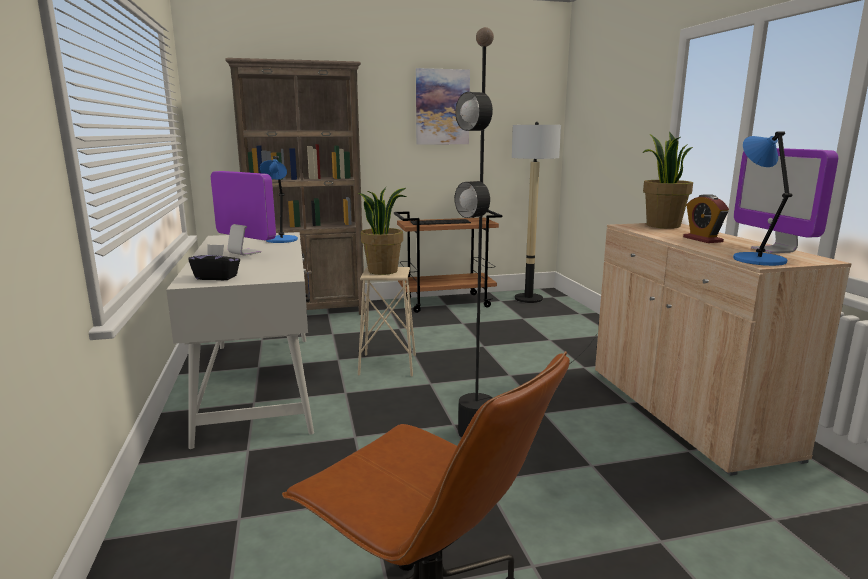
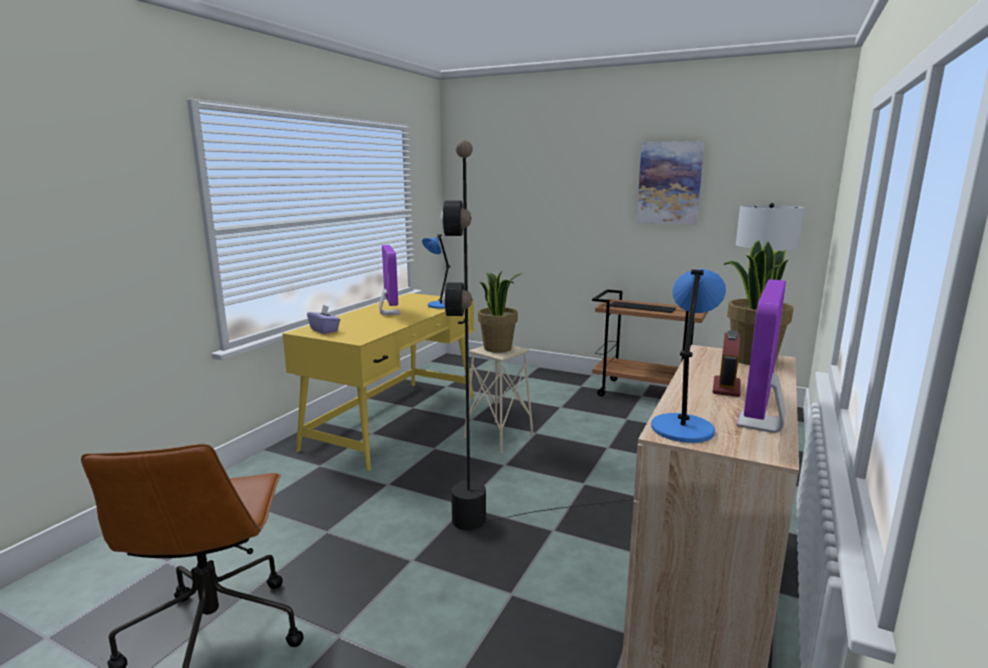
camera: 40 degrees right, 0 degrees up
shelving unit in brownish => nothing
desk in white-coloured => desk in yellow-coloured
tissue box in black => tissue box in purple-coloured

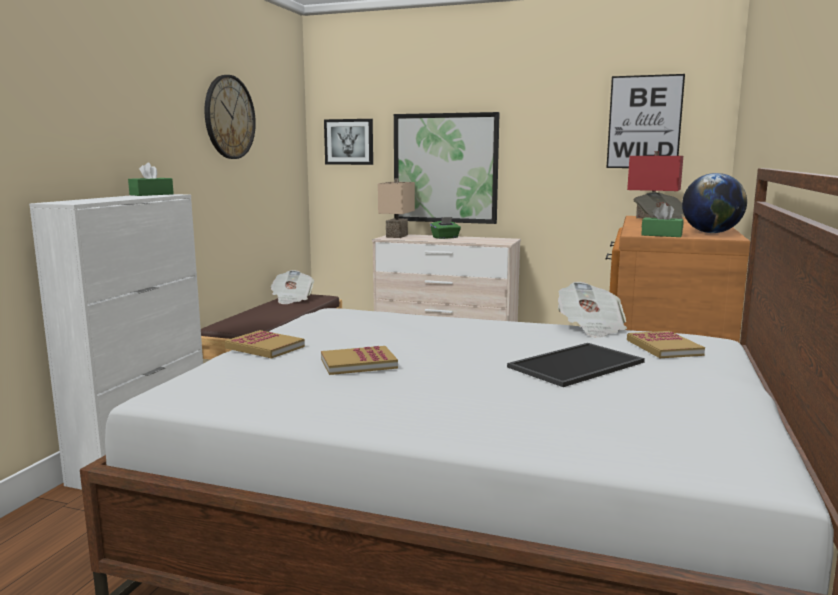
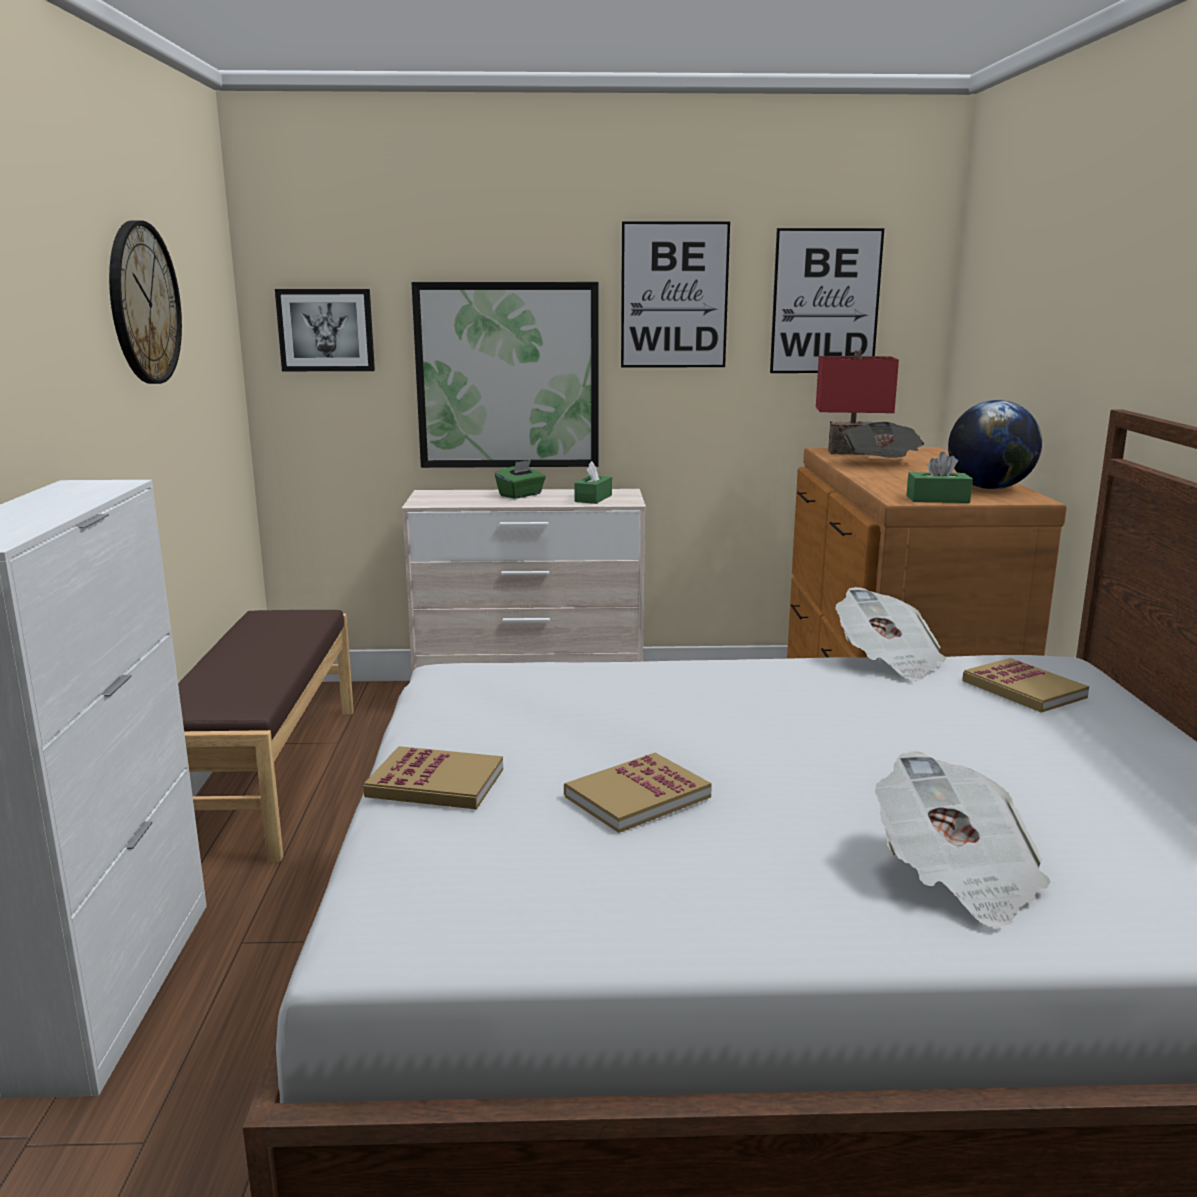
camera: 20 degrees left, 5 degrees up
tissue box in greenish (no. 1 from left in the first image) => tissue box in greenish (no. 2 from left), relocated
table lamp in beige => nothing
newspaper (no. 1 from left in the first image) => newspaper (no. 3 from left), relocated
serving tray => nothing
nothing => wall art (no. 3 from left)

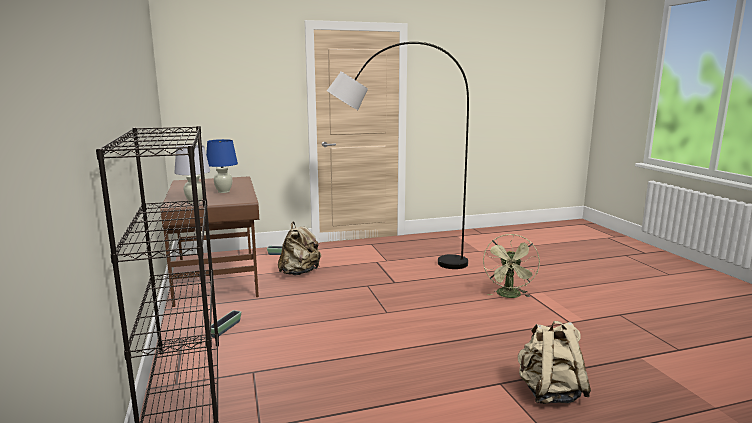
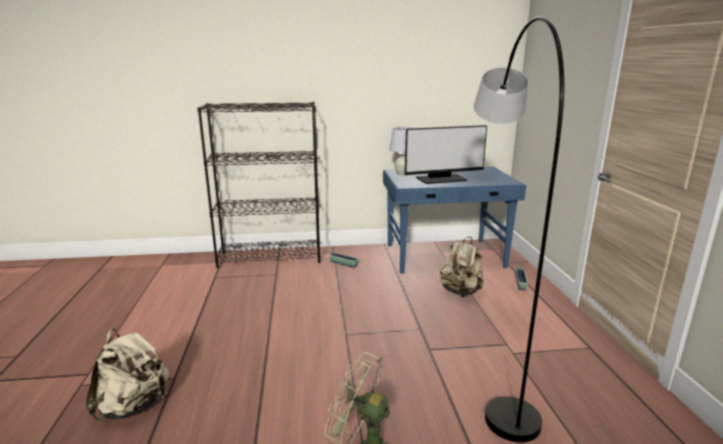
camera: 100 degrees right, 5 degrees up
table lamp in blue => computer screen
desk in brownish => desk in blue

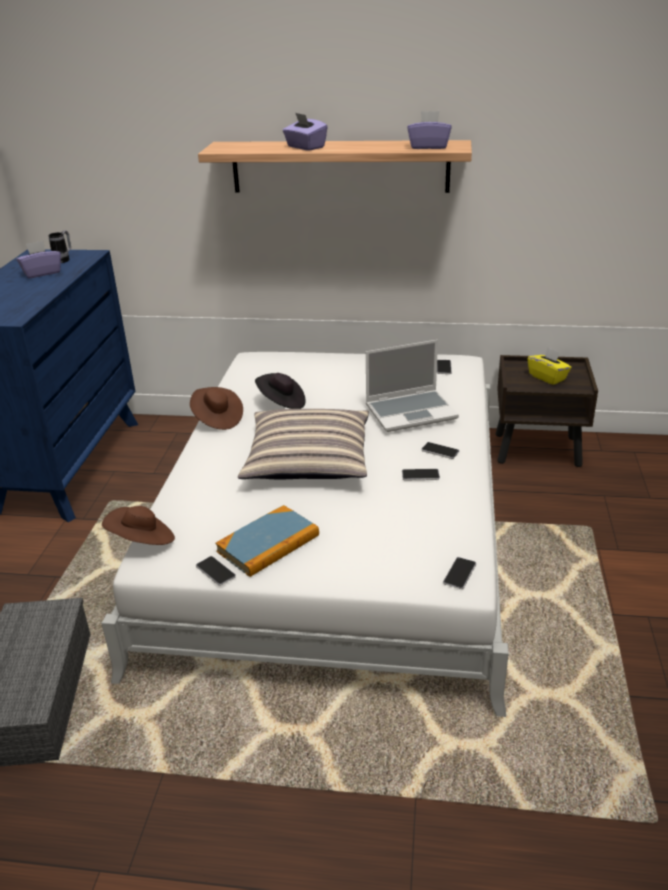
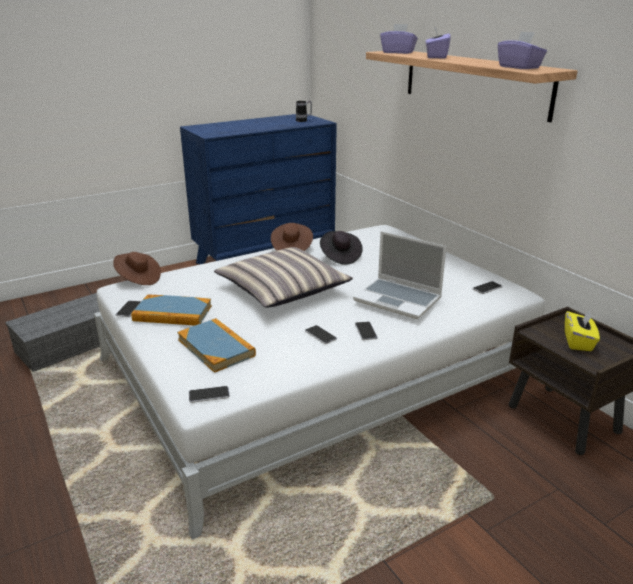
camera: 50 degrees right, 5 degrees down
tissue box in purple-coloured (no. 1 from left), relocated
nothing => book (no. 2 from left)

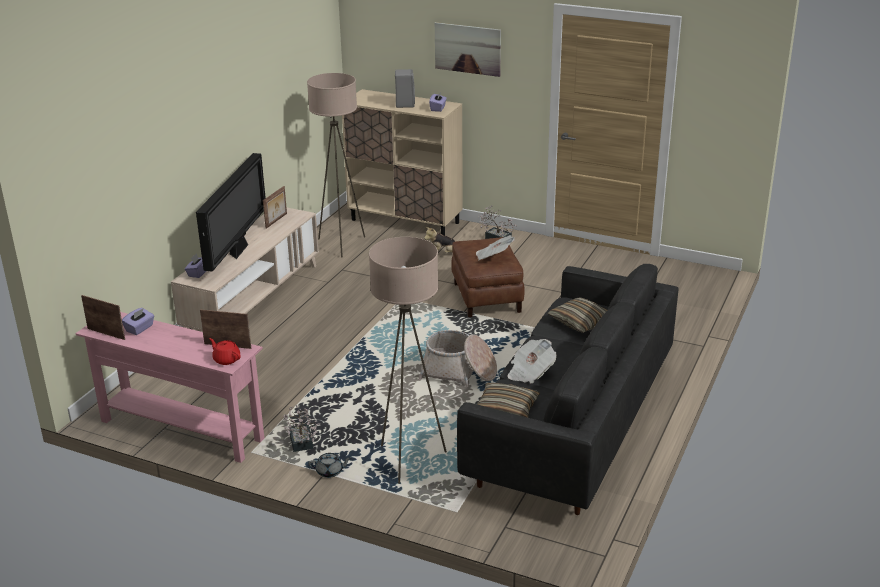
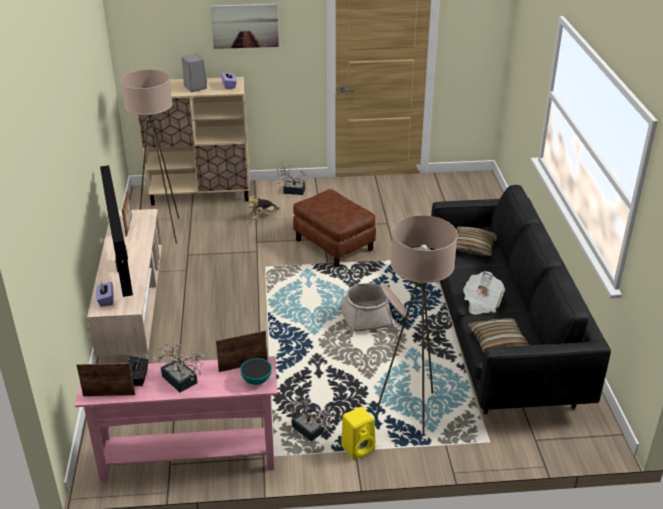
camera: 30 degrees left, 5 degrees up
newspaper (no. 1 from left) => nothing
tissue box in purple-coloured (no. 1 from left) => tissue box in black
teapot in reddish => deep dish
teapot in greyish => loudspeaker in yellow-coloured
nothing => plant in a pot (no. 1 from left)

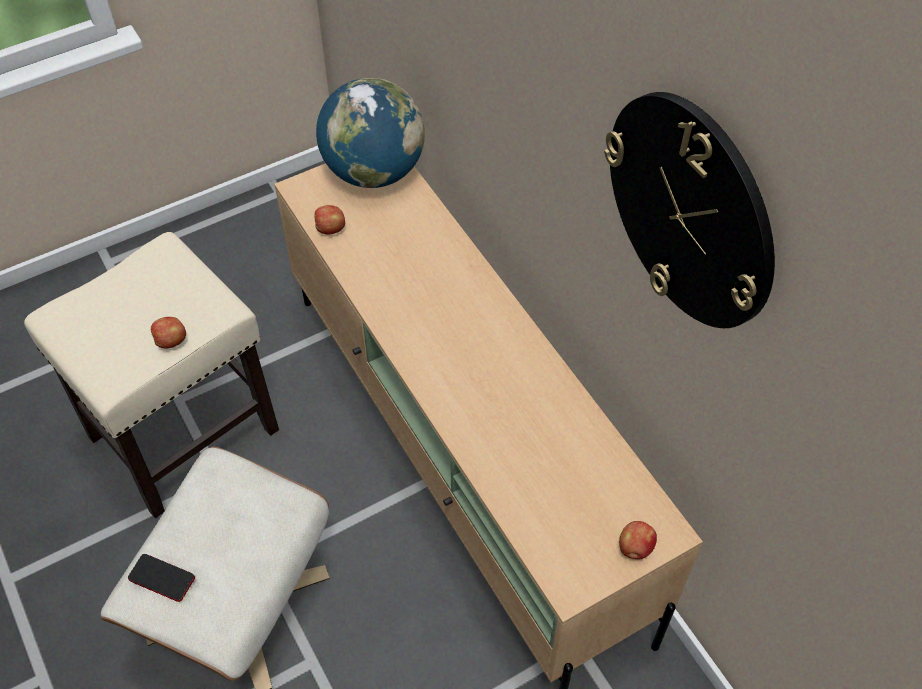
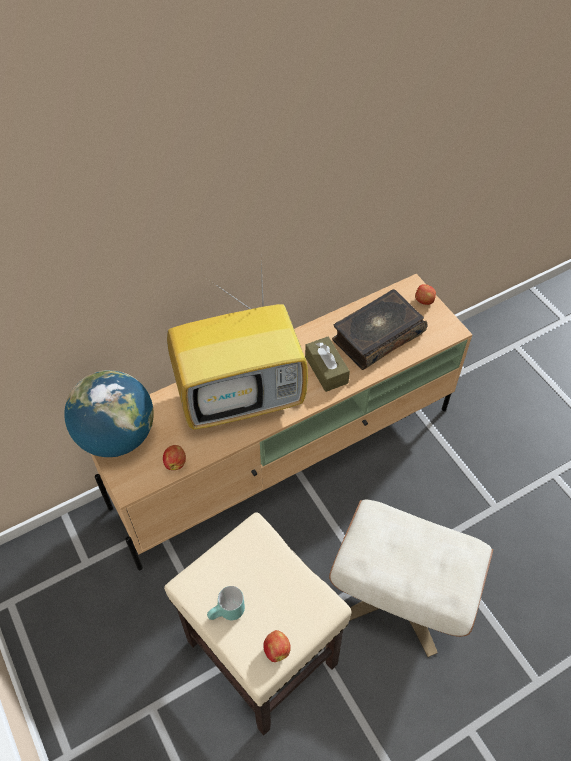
camera: 90 degrees left, 0 degrees up
wall clock => nothing
apple (no. 1 from left in the first image) => apple (no. 2 from left), relocated
handset => nothing
nothing => TV
nothing => book
nothing => tissue box in brownish
nothing => coffee mug in turquoise-coloured

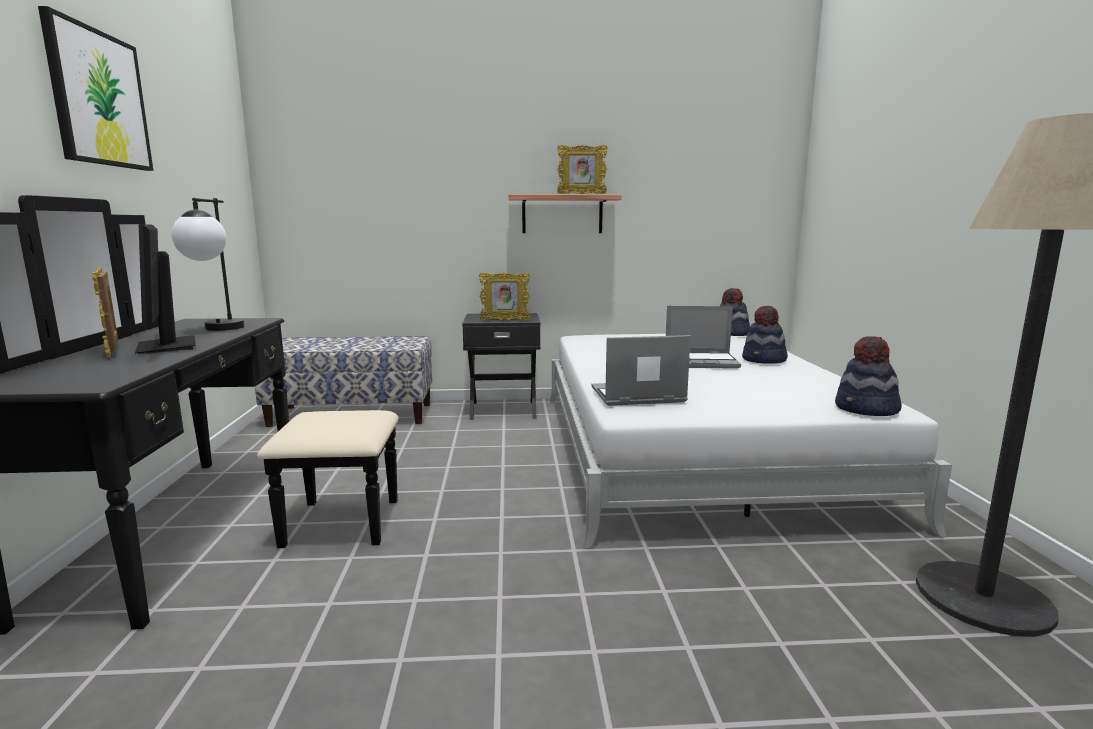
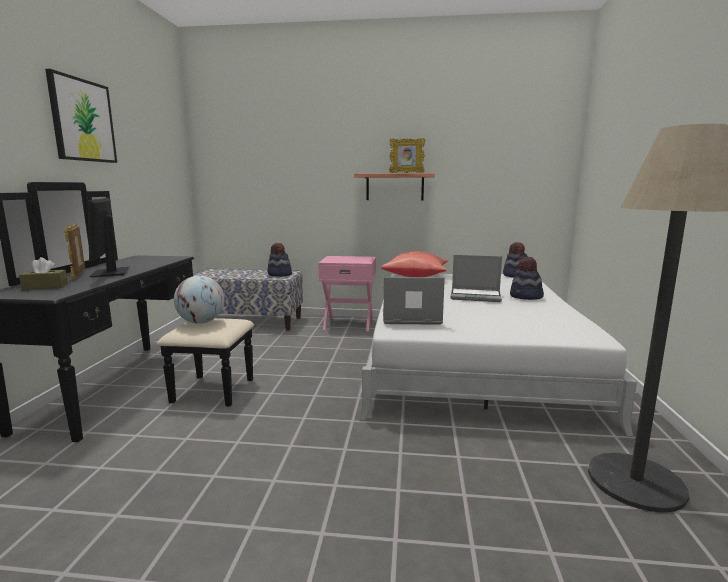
camera: 10 degrees right, 0 degrees up
table lamp => nothing
photo frame (no. 2 from left) => nothing
night table in black => night table in pink-coloured
hat (no. 3 from left in the first image) => hat (no. 1 from left), relocated
nothing => cushion in reddish
nothing => tissue box in brownish
nothing => globe

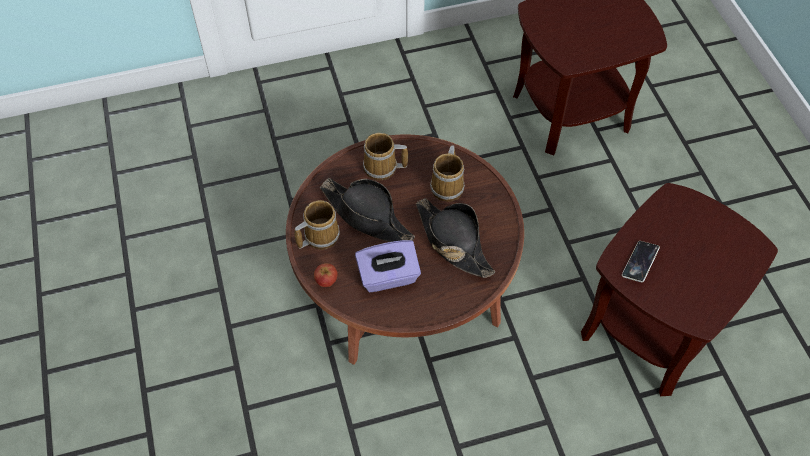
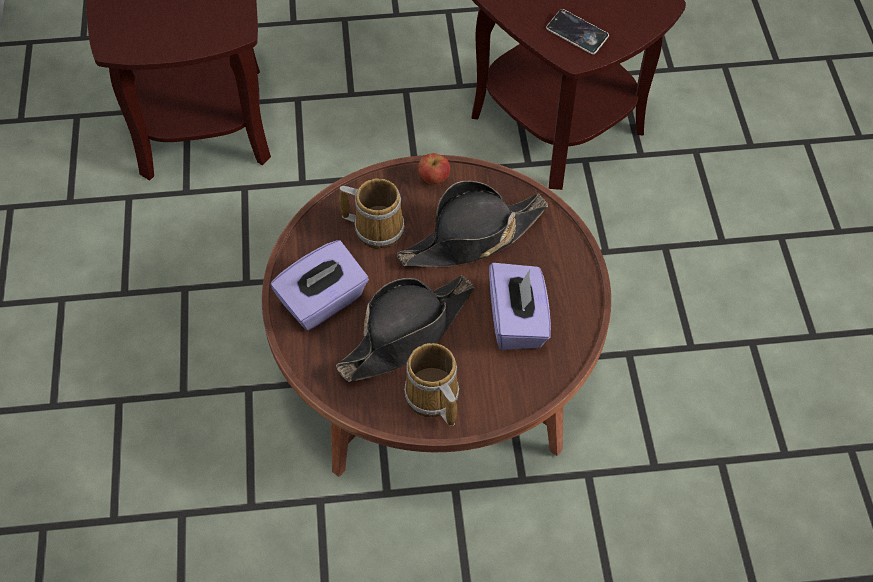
camera: 80 degrees left, 0 degrees up
coffee mug (no. 2 from left) => tissue box in purple-coloured (no. 1 from left)
apple, relocated

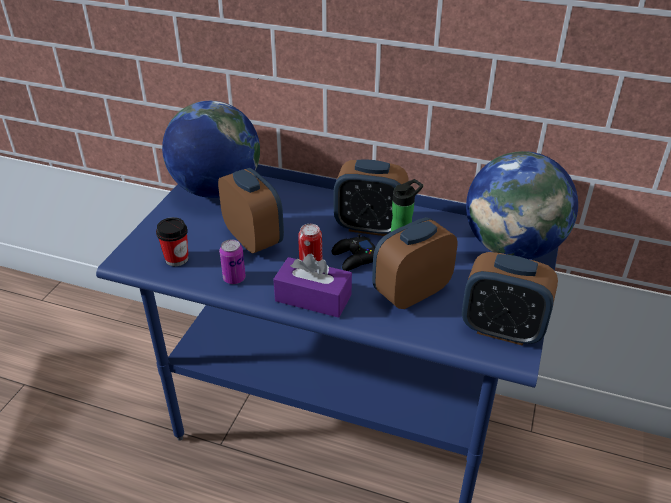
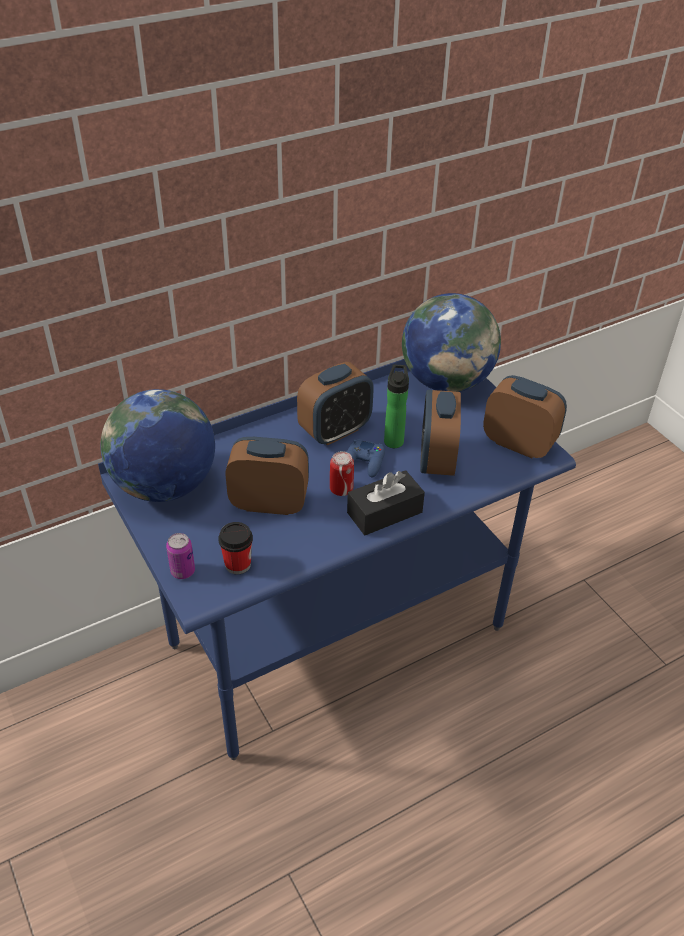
camera: 50 degrees left, 5 degrees up
gamepad in black => gamepad in blue
can (no. 1 from left), relocated
alarm clock (no. 4 from left), 120 degrees counterclockwise
tissue box in purple-coloured => tissue box in black

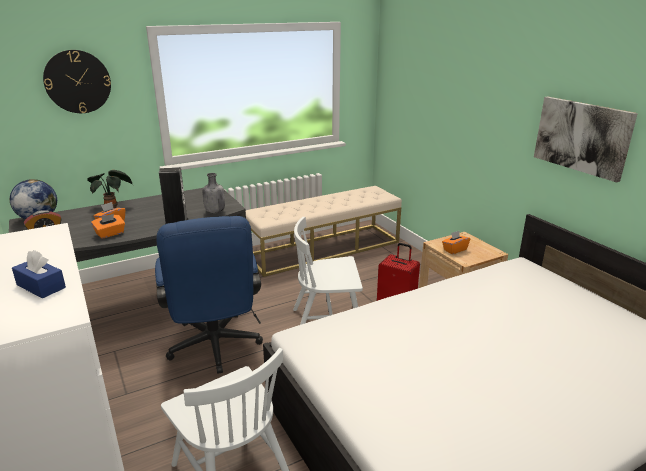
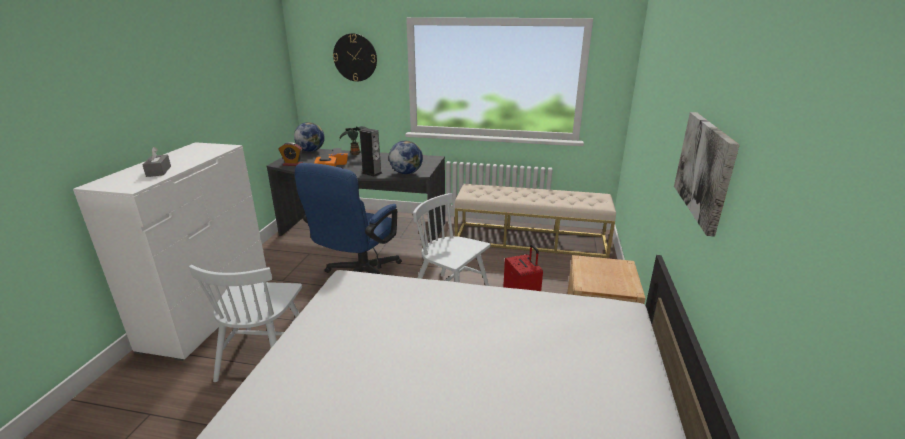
camera: 40 degrees right, 0 degrees up
beverage bottle in greyish => globe (no. 2 from left)
tissue box in orange-coloured (no. 3 from left) => nothing
tissue box in blue => tissue box in greyish

